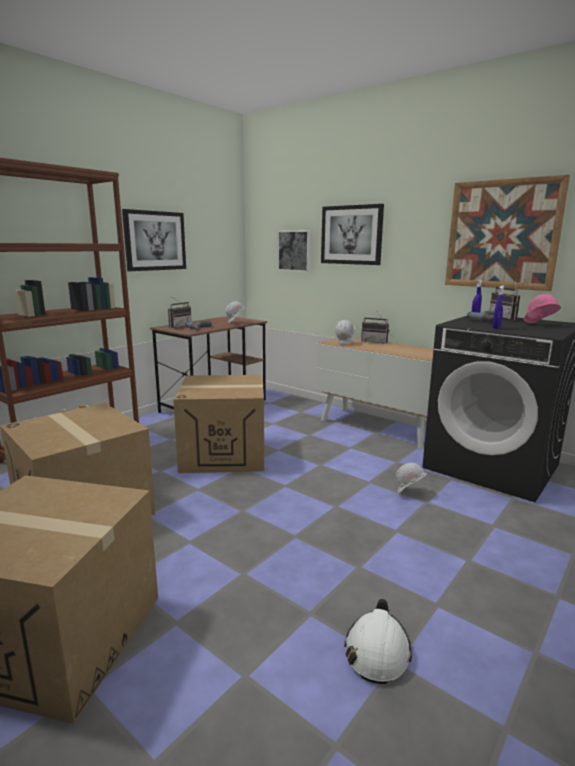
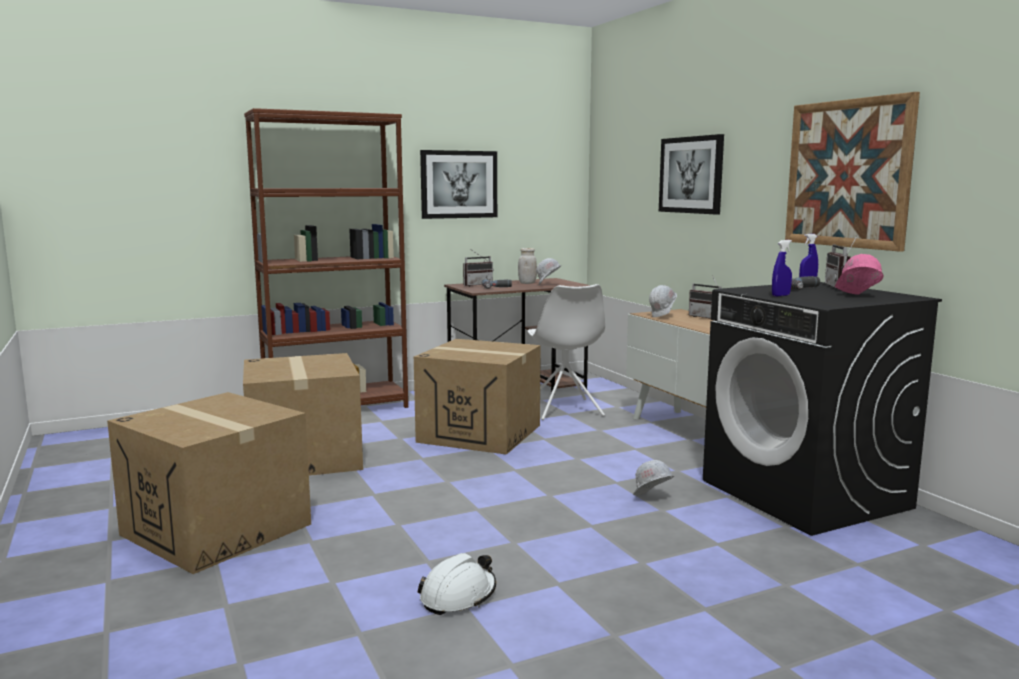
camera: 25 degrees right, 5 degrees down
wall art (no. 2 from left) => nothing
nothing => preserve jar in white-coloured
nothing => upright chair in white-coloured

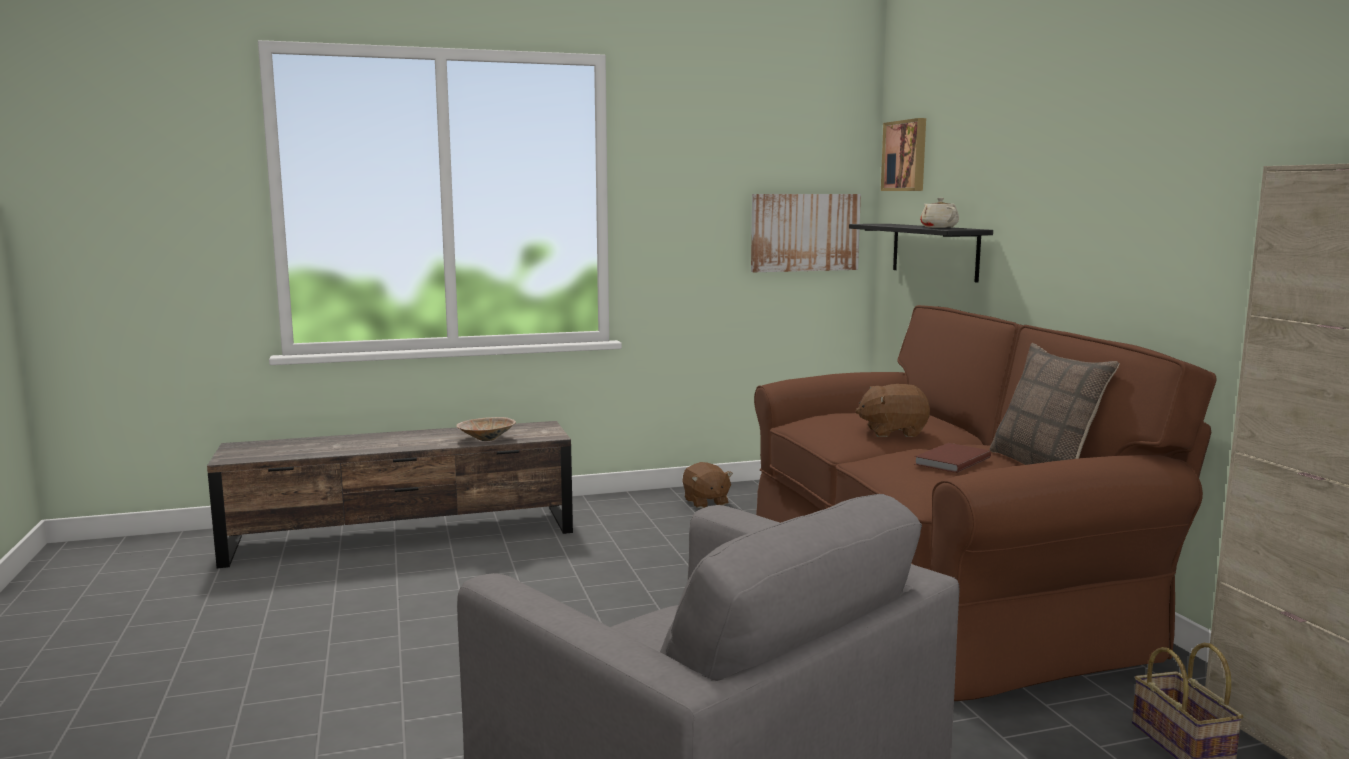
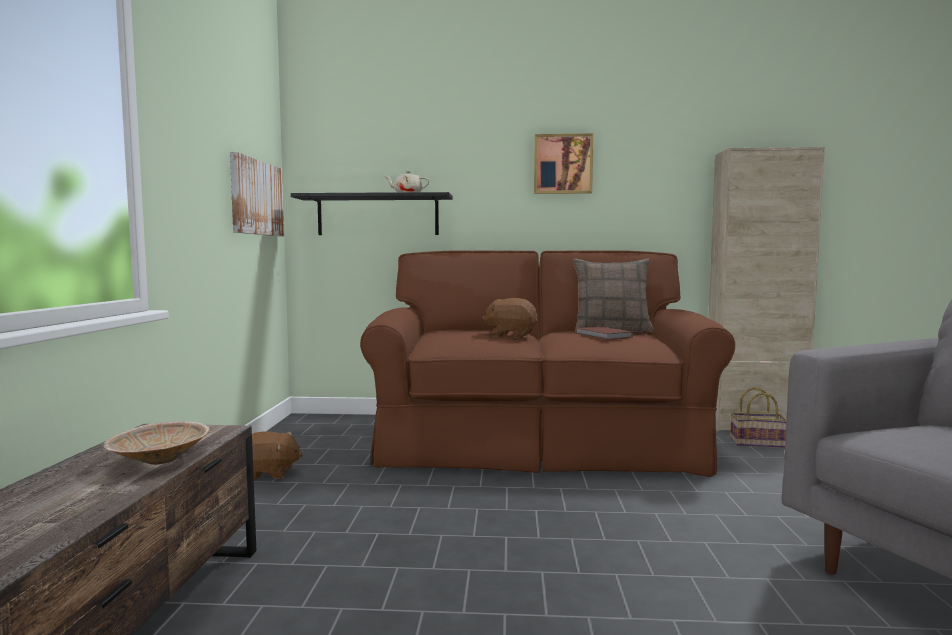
camera: 70 degrees left, 5 degrees down
wall art (no. 2 from left), relocated
plush toy in brownish (no. 2 from left), 90 degrees clockwise

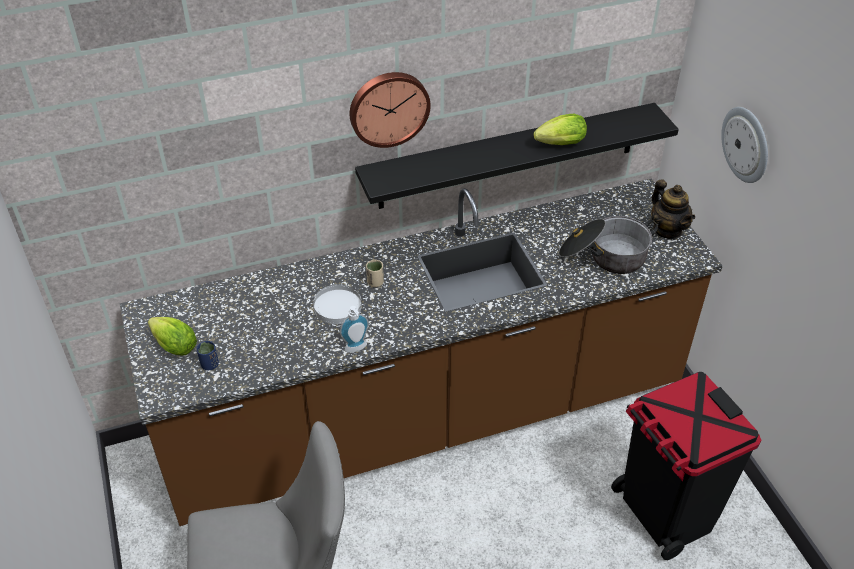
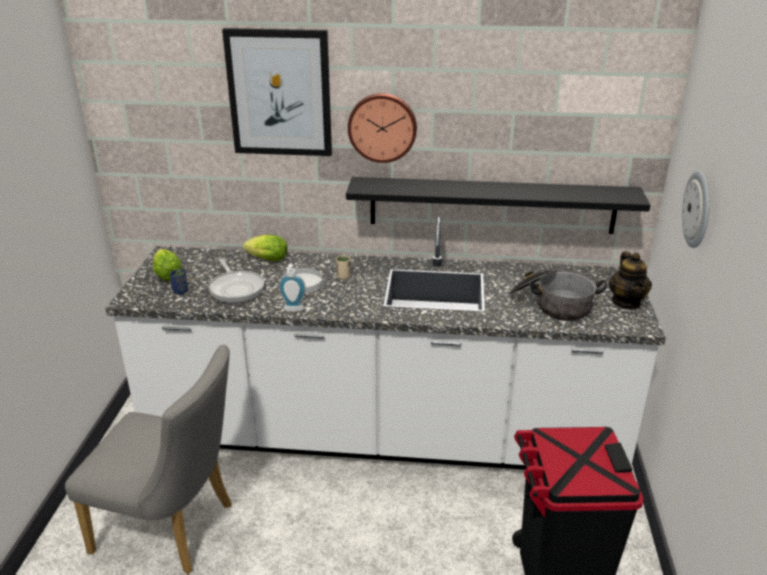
camera: 25 degrees right, 15 degrees down
head of lettuce (no. 2 from left), relocated
kitchen base unit in brownish => kitchen base unit in white-coloured
nothing => wall art
nothing => frying pan

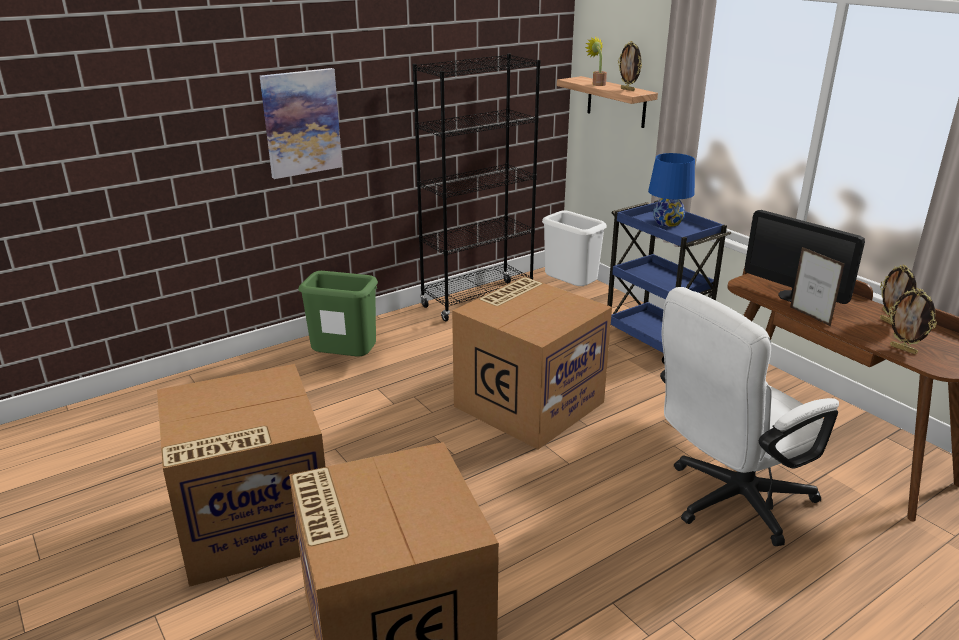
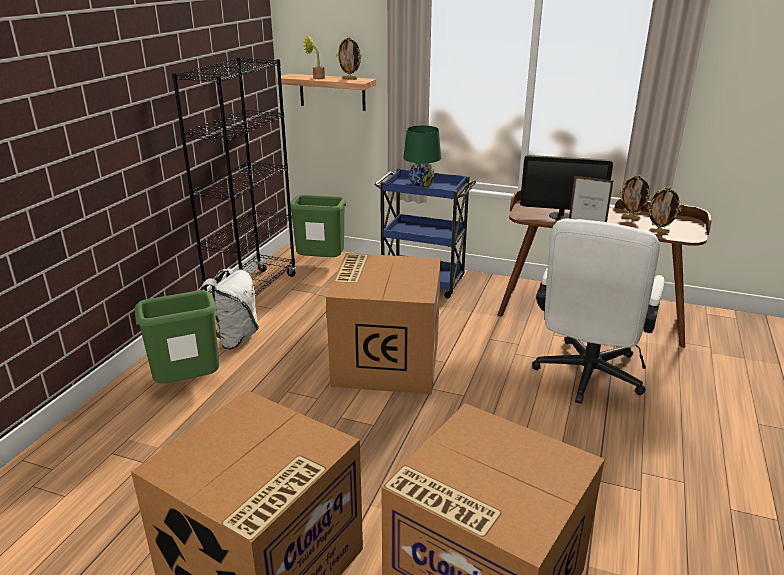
camera: 35 degrees left, 0 degrees up
wall art => nothing
table lamp in blue => table lamp in greenish
trash can in white-coloured => trash can in greenish (no. 2 from left)
nothing => rucksack in white-coloured

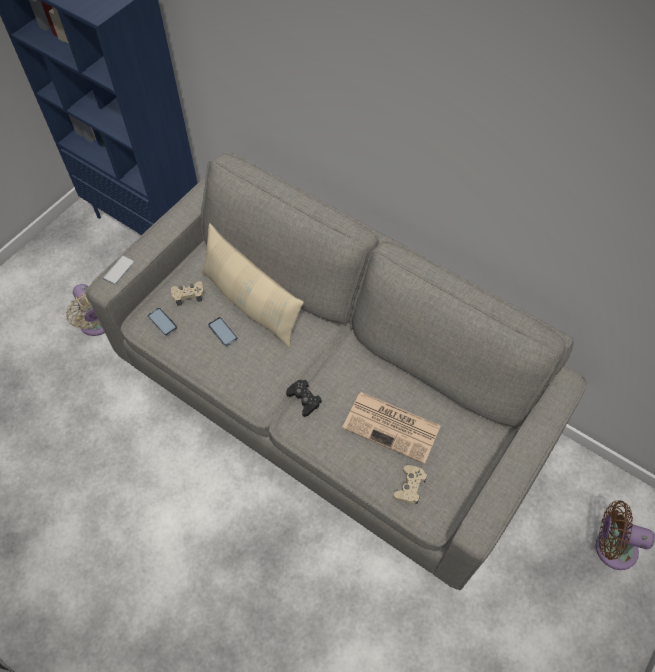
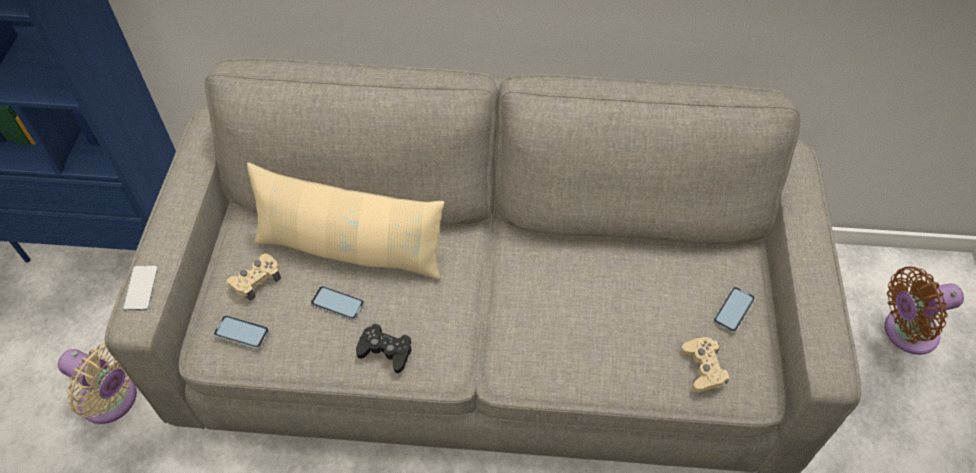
camera: 30 degrees left, 5 degrees down
gamepad in black, relocated
newspaper => nothing
nothing => handset (no. 4 from left)

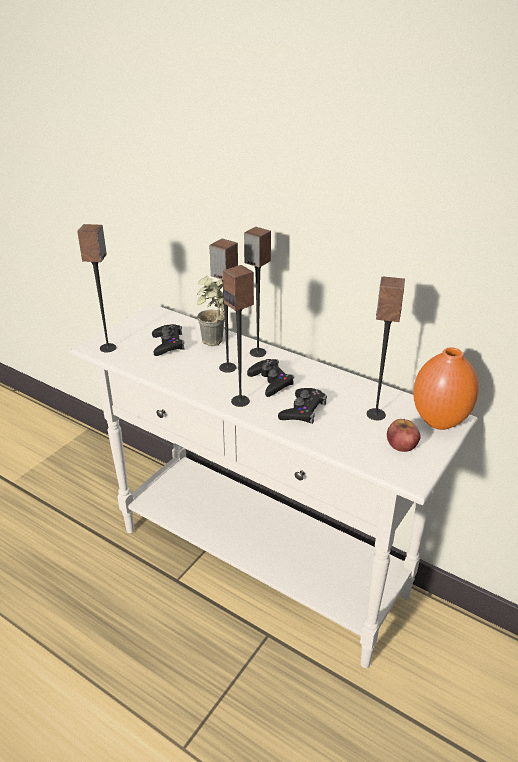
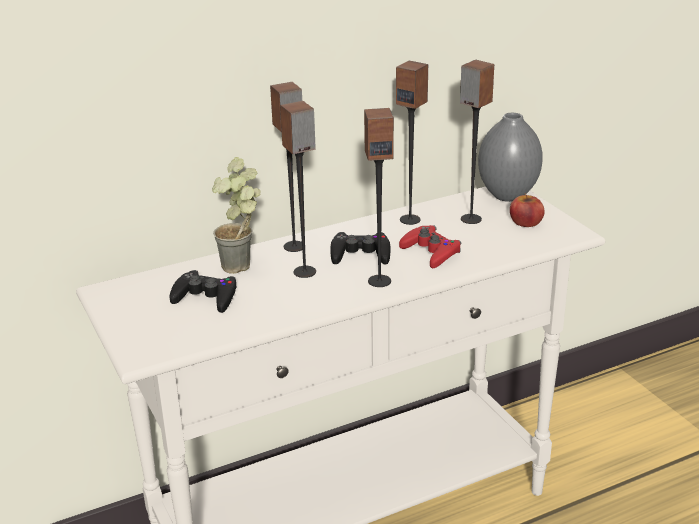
camera: 60 degrees left, 5 degrees down
loudspeaker (no. 1 from left in the first image) => loudspeaker (no. 4 from left), relocated
vase in orange-coloured => vase in greyish
gamepad in black (no. 3 from left) => gamepad in reddish

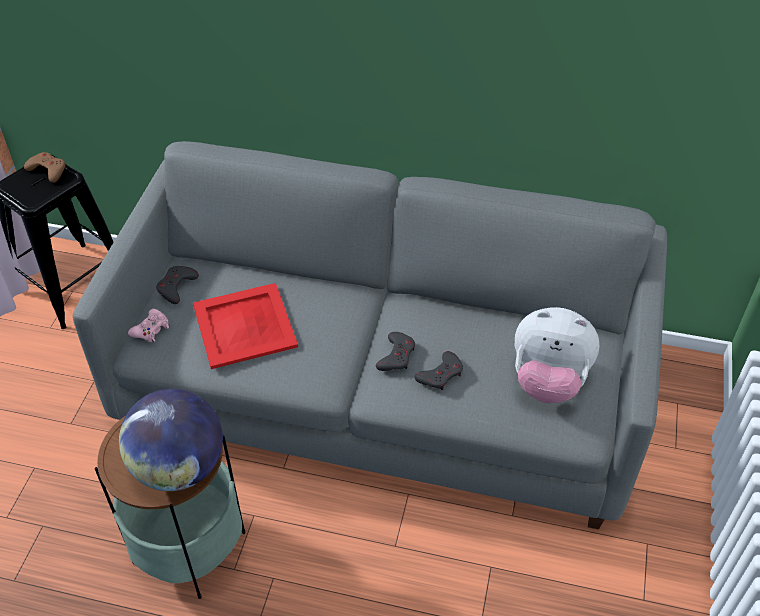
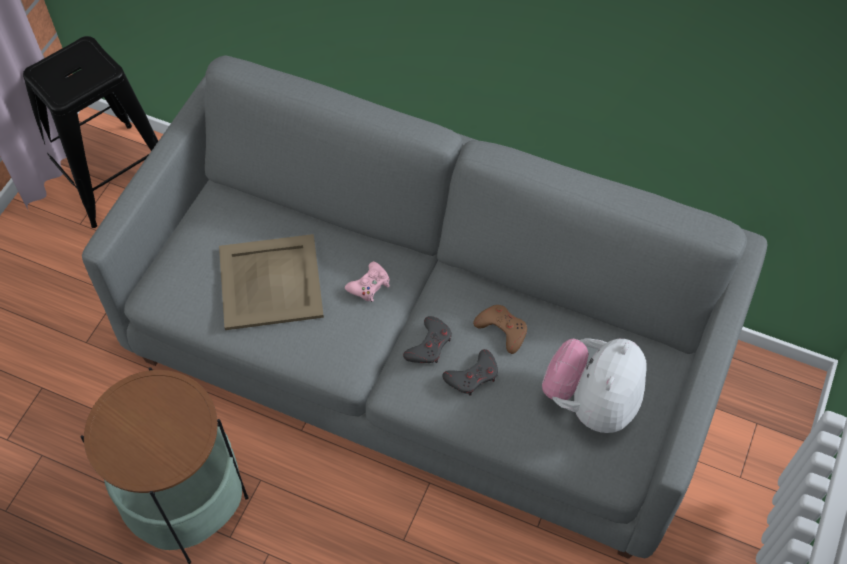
camera: 10 degrees right, 10 degrees up
gamepad in brownish, relocated
gamepad in greyish (no. 1 from left) => nothing
serving tray in reddish => serving tray in beige
plush toy, 90 degrees clockwise
gamepad in pink-coloured, relocated
globe => nothing

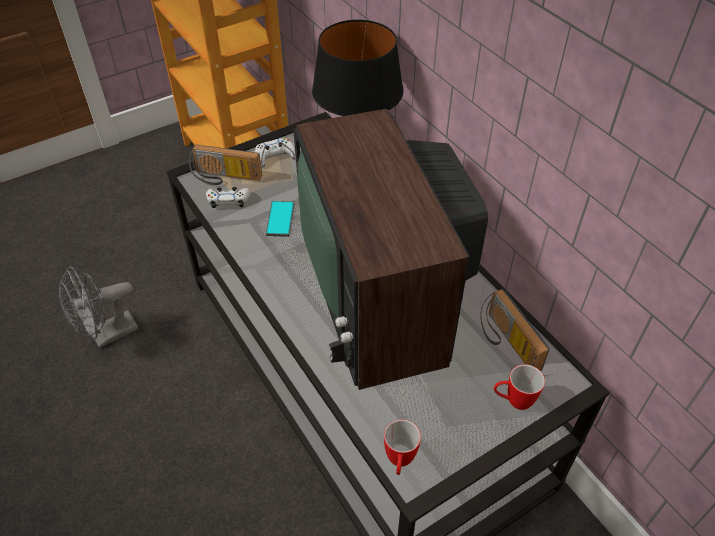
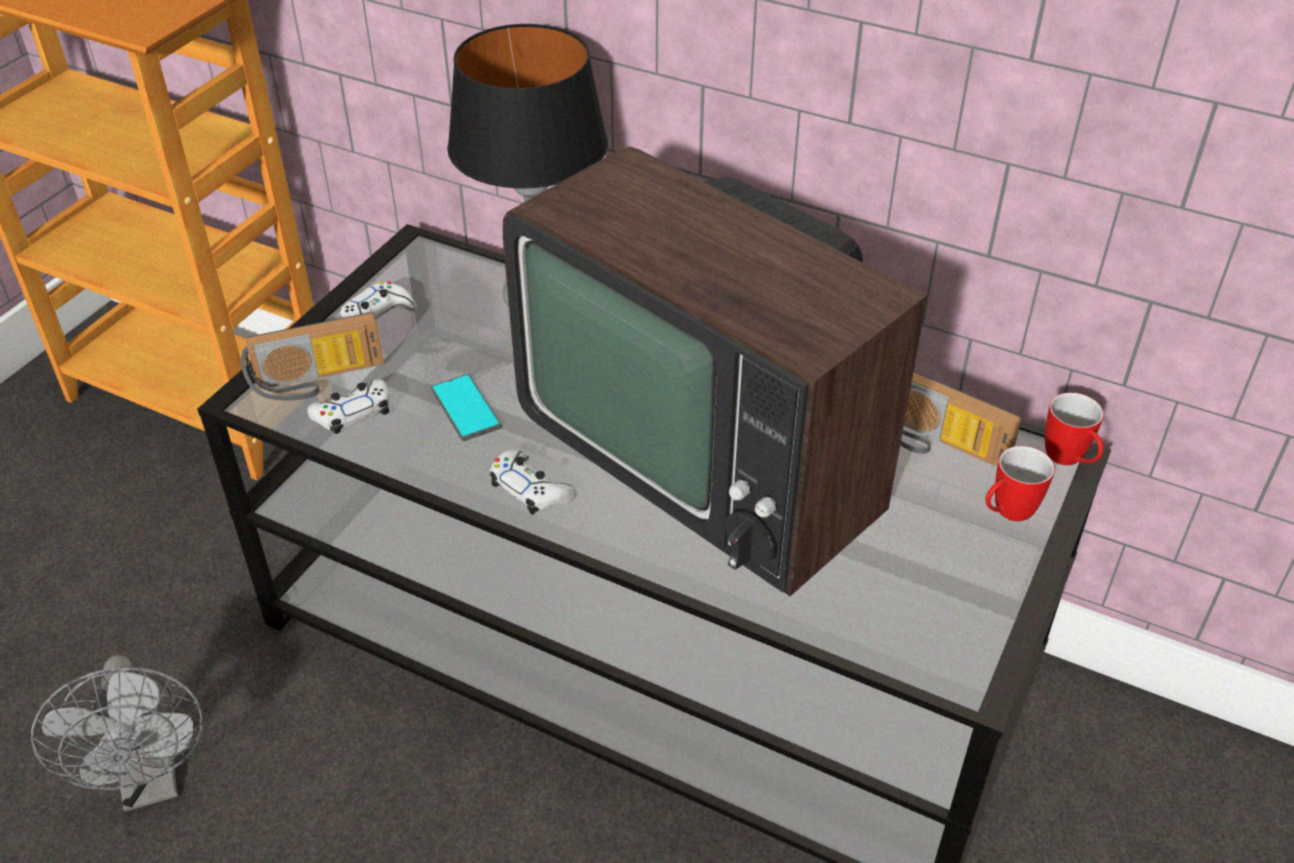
camera: 30 degrees left, 5 degrees down
fan in greyish, 45 degrees counterclockwise
coffee mug (no. 1 from left in the first image) => coffee mug (no. 2 from left), relocated
nothing => gamepad in white-coloured (no. 3 from left)

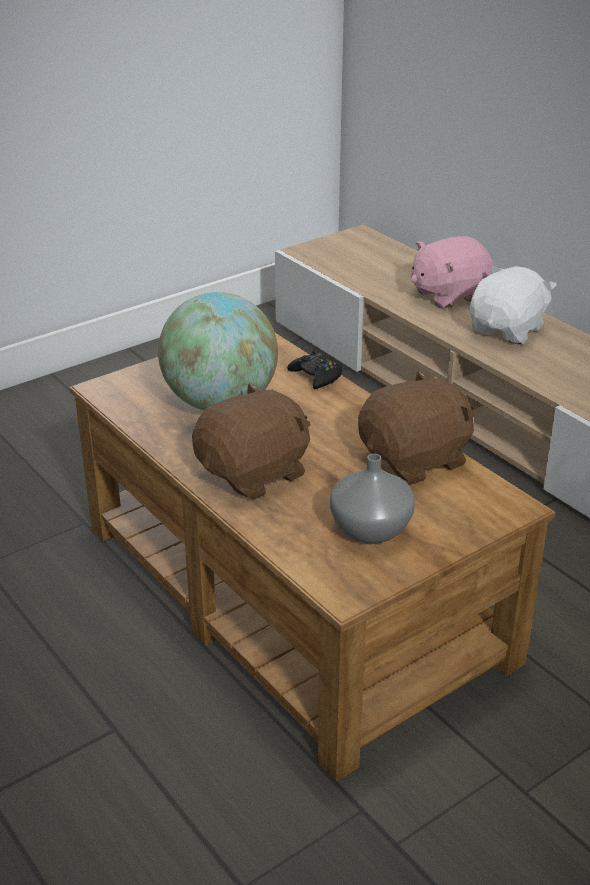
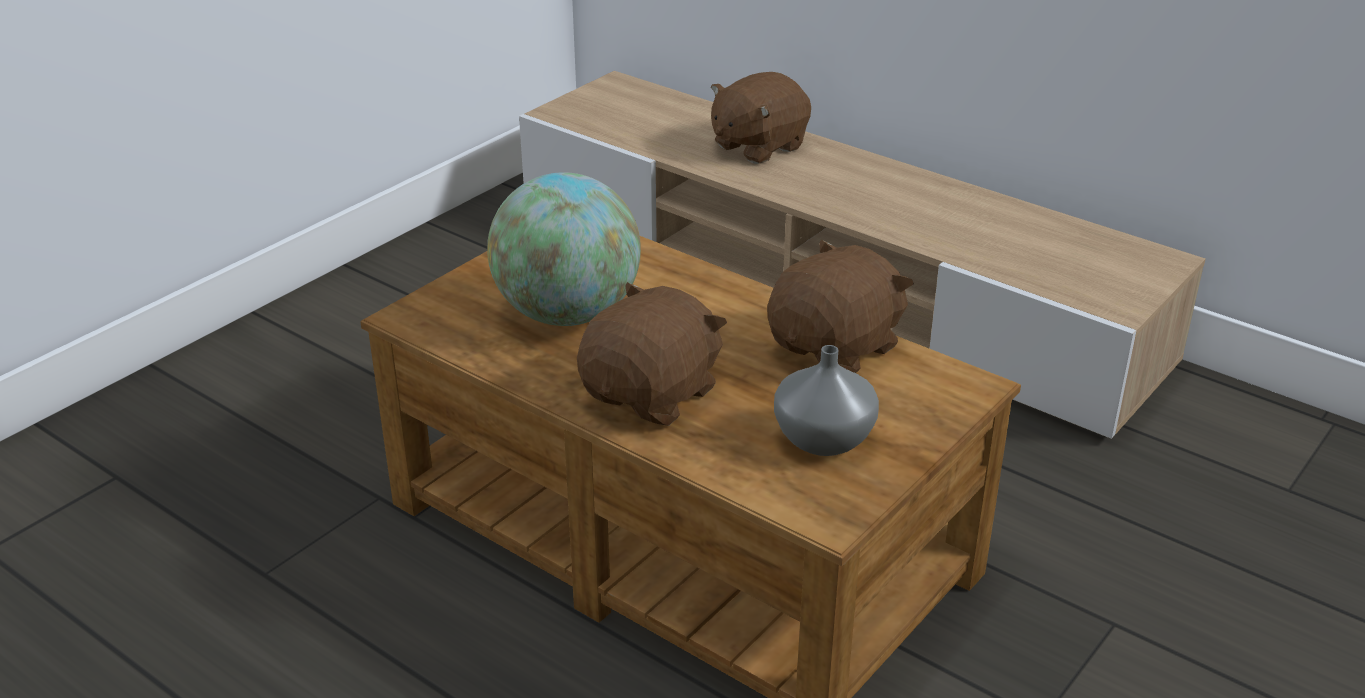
camera: 15 degrees left, 0 degrees up
plush toy in pink-coloured => plush toy in brownish (no. 2 from left)
plush toy in white-coloured => nothing
gamepad in black => nothing

